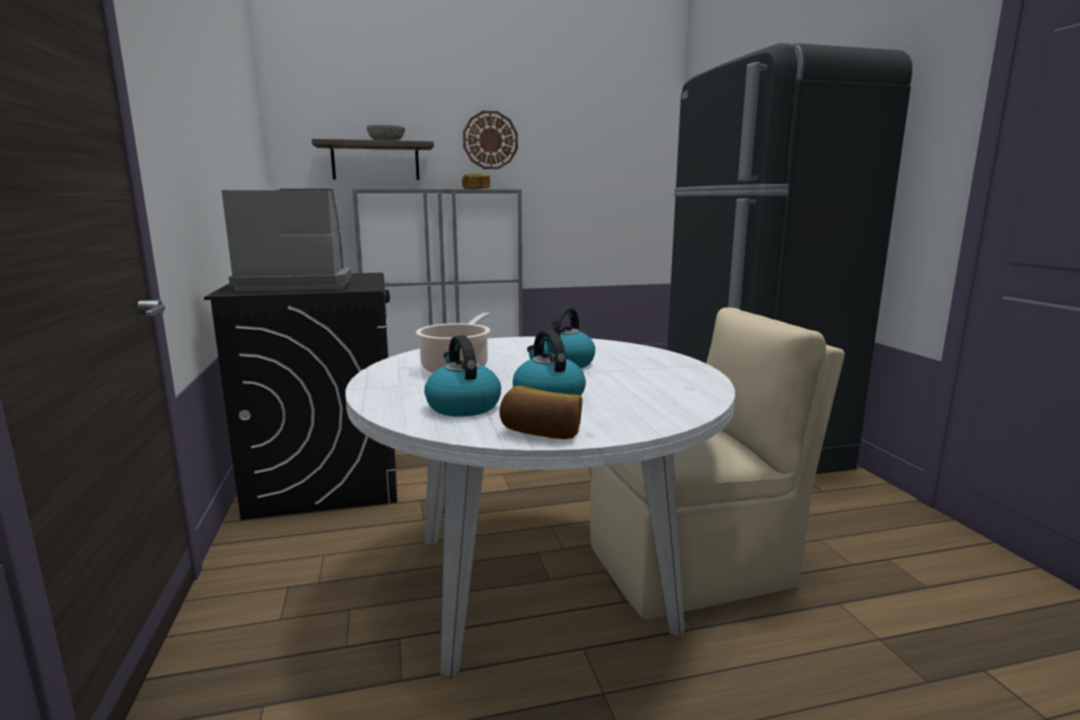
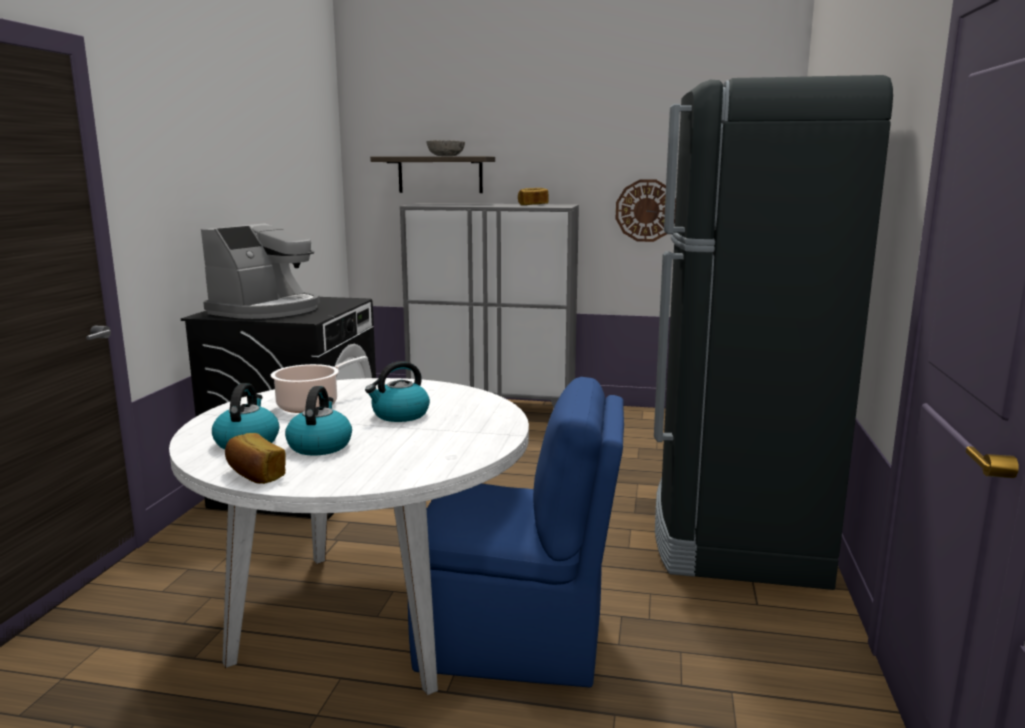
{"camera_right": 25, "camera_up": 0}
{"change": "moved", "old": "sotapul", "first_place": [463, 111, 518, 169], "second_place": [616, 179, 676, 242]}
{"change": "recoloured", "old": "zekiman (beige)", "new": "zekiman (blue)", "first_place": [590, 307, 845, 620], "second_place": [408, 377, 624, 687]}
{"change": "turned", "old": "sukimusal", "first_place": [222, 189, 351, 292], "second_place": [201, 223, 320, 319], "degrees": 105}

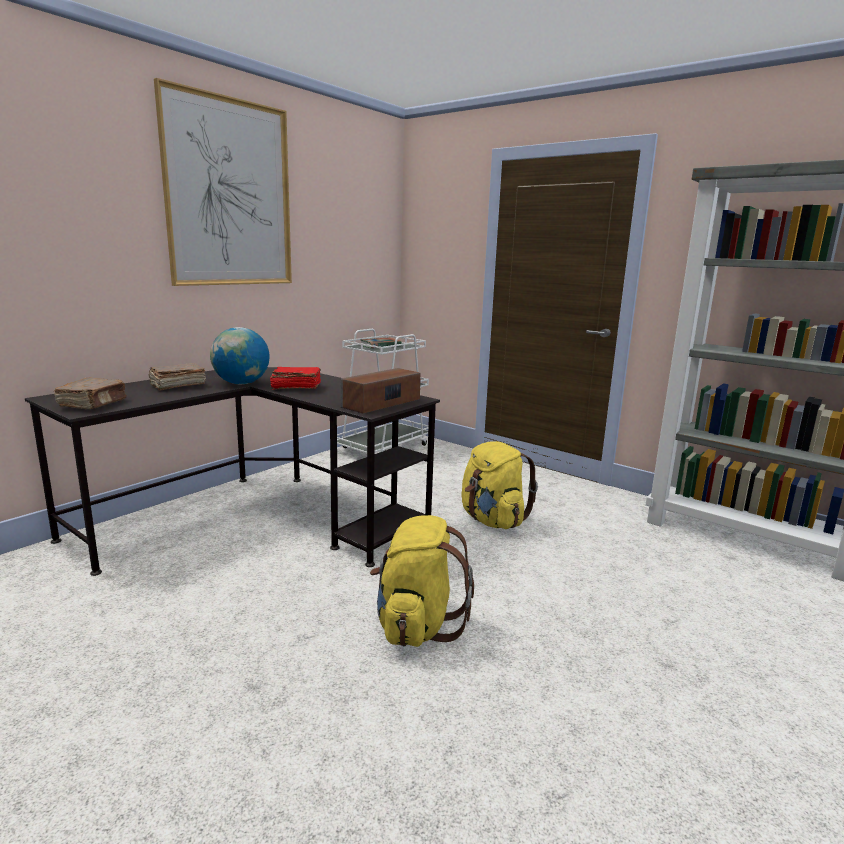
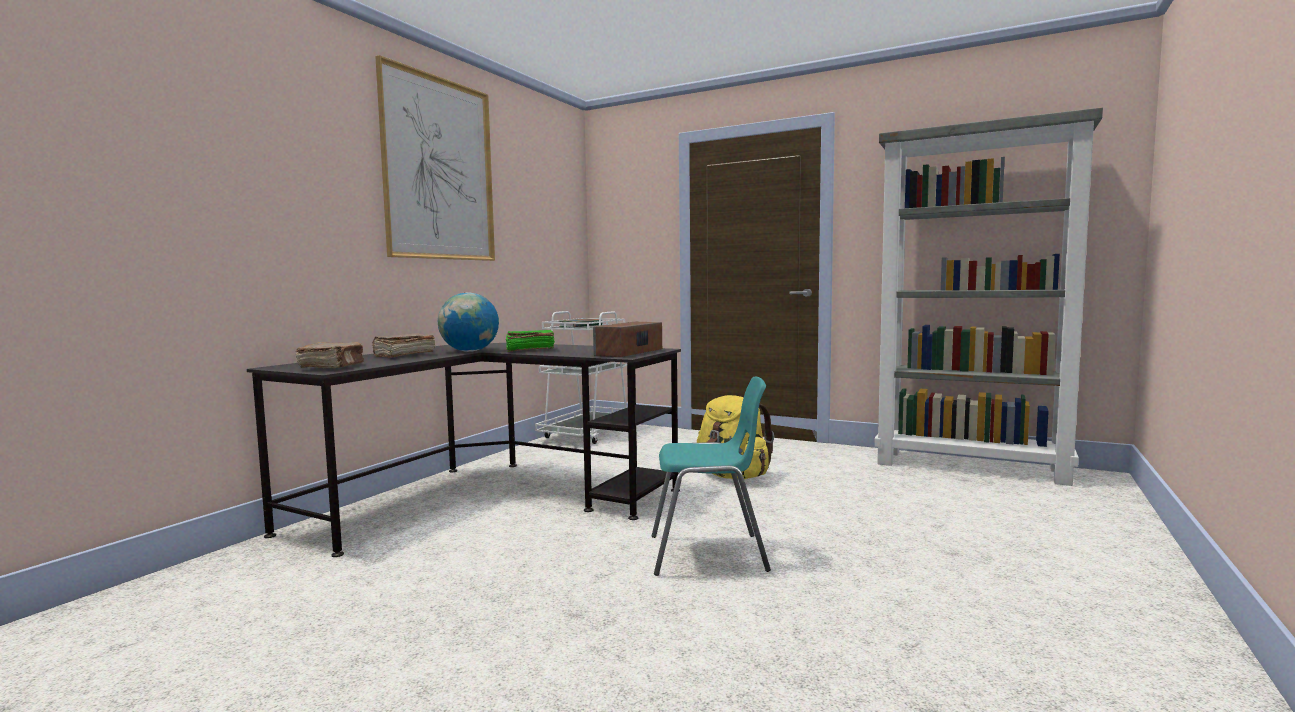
{"camera_right": -10, "camera_up": -10}
{"change": "replaced", "old": "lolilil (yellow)", "new": "zekiman (turquoise)", "first_place": [370, 515, 474, 647], "second_place": [652, 377, 771, 576]}
{"change": "recoloured", "old": "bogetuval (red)", "new": "bogetuval (green)", "first_place": [270, 367, 321, 390], "second_place": [506, 330, 555, 352]}

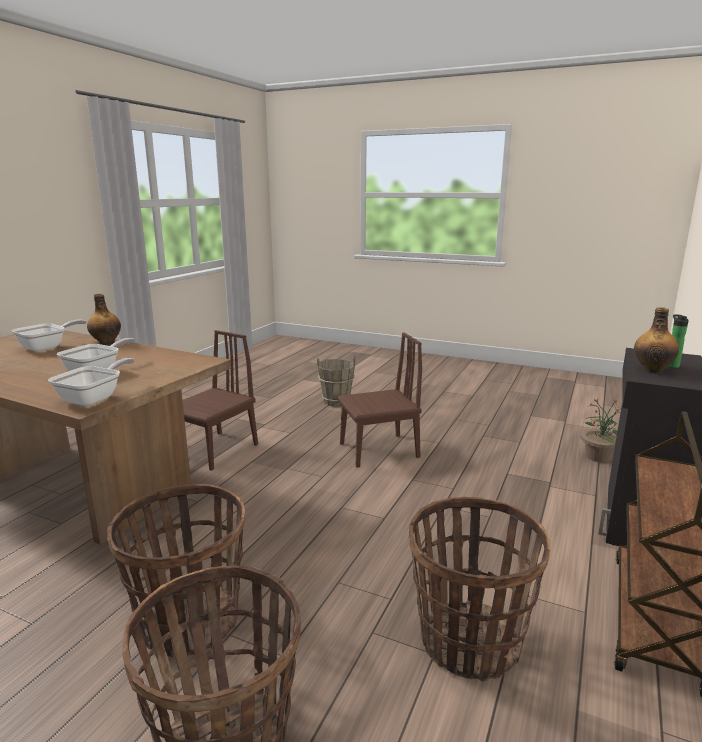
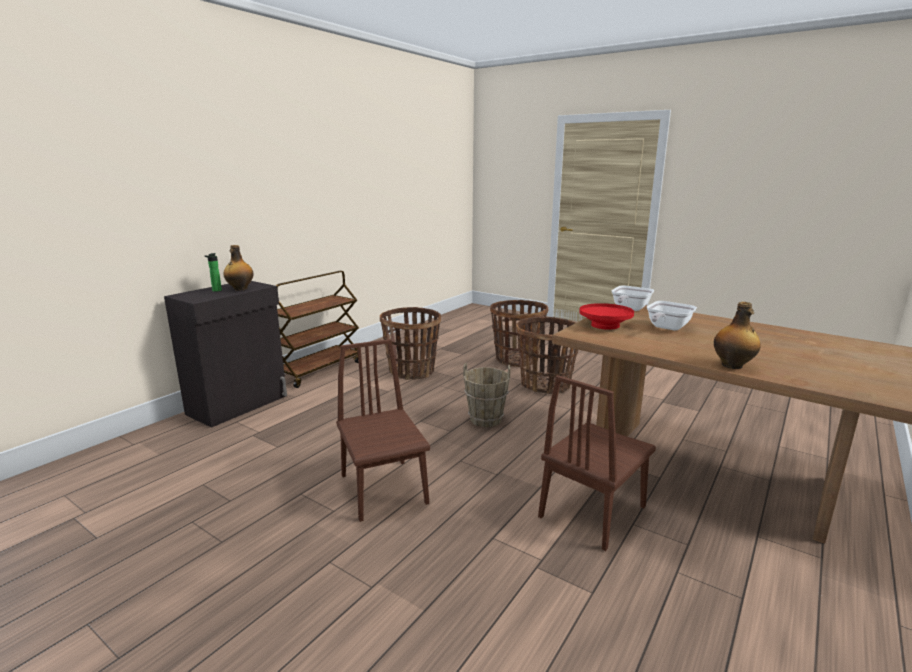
{"camera_right": -170, "camera_up": 0}
{"change": "removed", "old": "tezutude", "first_place": [11, 320, 86, 352]}
{"change": "removed", "old": "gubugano", "first_place": [580, 398, 621, 463]}
{"change": "added", "new": "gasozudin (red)", "second_place": [580, 303, 634, 330]}
{"change": "moved", "old": "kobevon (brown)", "first_place": [317, 355, 355, 407], "second_place": [463, 363, 510, 427]}
{"change": "turned", "old": "zekiman (brown)", "first_place": [338, 332, 422, 468], "second_place": [336, 339, 430, 522], "degrees": 75}

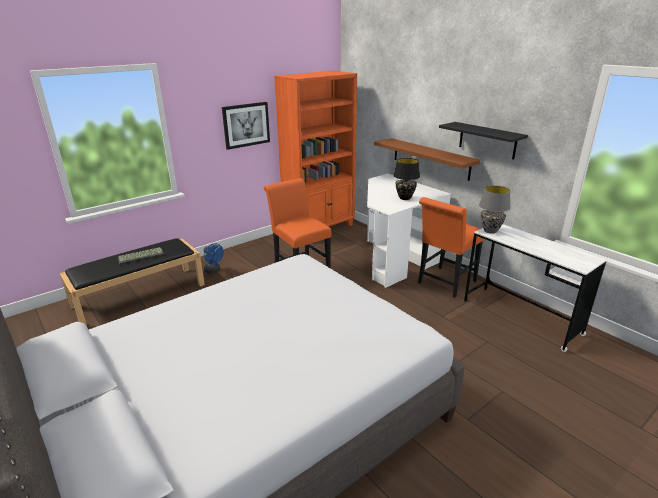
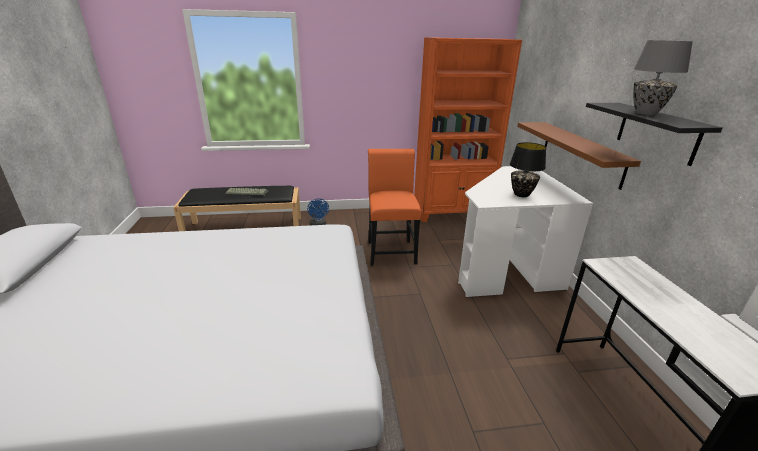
{"camera_right": 30, "camera_up": 0}
{"change": "removed", "old": "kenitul", "first_place": [222, 102, 270, 150]}
{"change": "removed", "old": "zekiman (orange)", "first_place": [418, 197, 485, 298]}
{"change": "moved", "old": "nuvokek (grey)", "first_place": [479, 185, 511, 234], "second_place": [633, 40, 693, 115]}

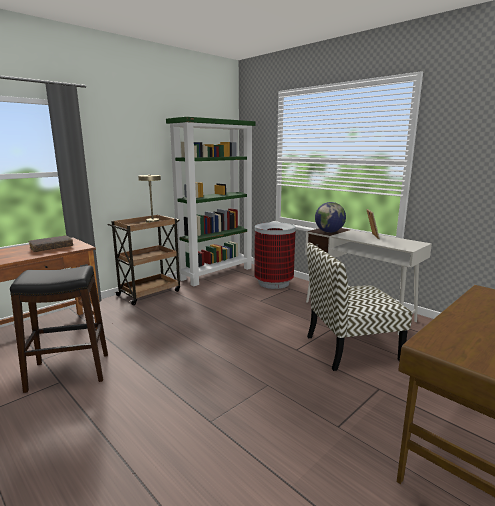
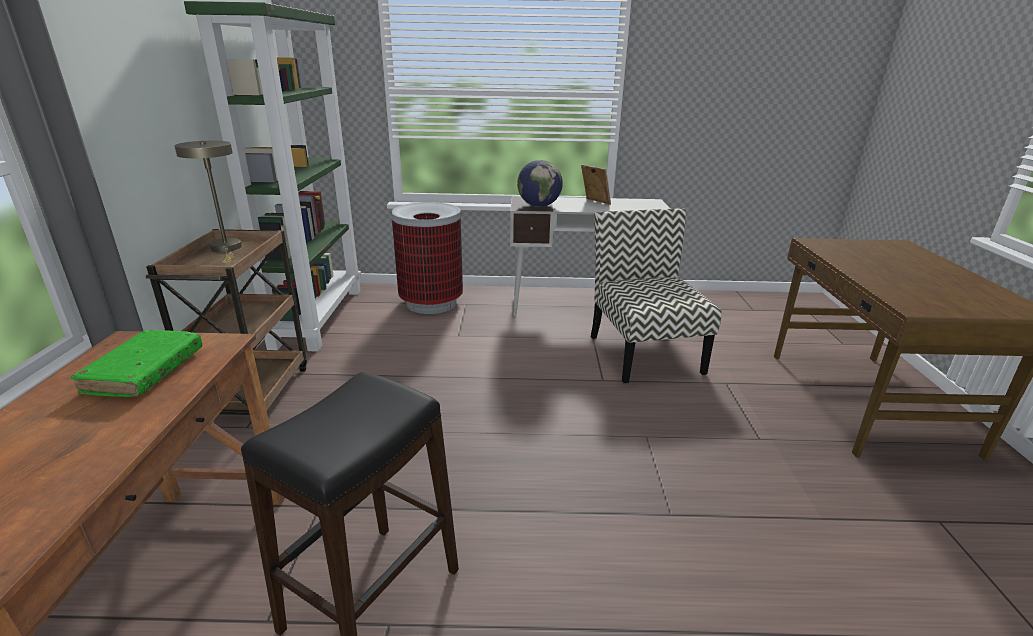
{"camera_right": -45, "camera_up": 10}
{"change": "recoloured", "old": "bogetuval (brown)", "new": "bogetuval (green)", "first_place": [28, 235, 73, 252], "second_place": [71, 330, 202, 397]}
{"change": "turned", "old": "zekiman", "first_place": [306, 242, 412, 371], "second_place": [591, 208, 722, 383], "degrees": 135}

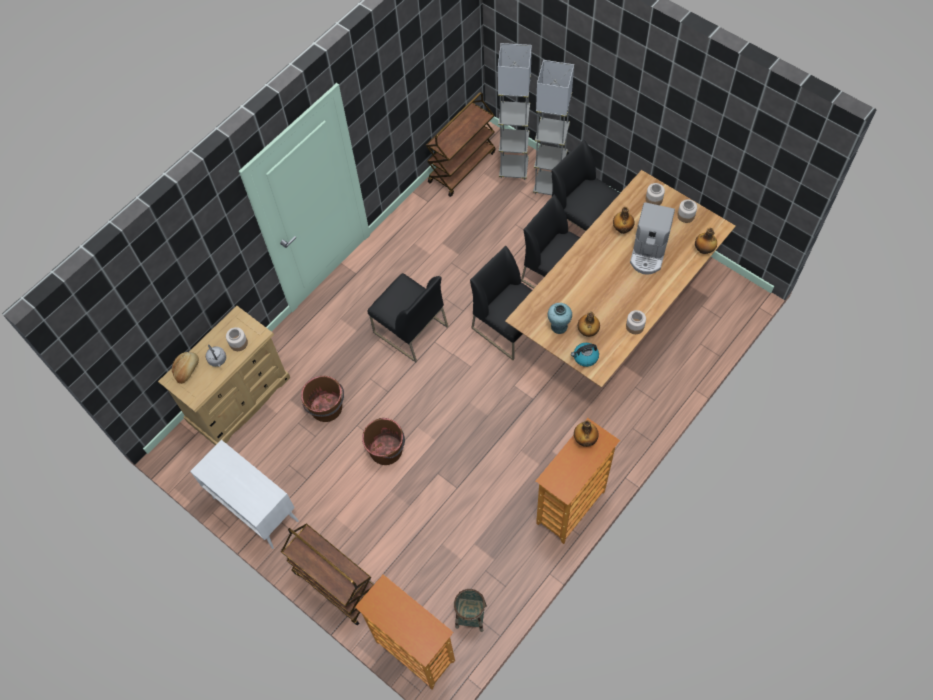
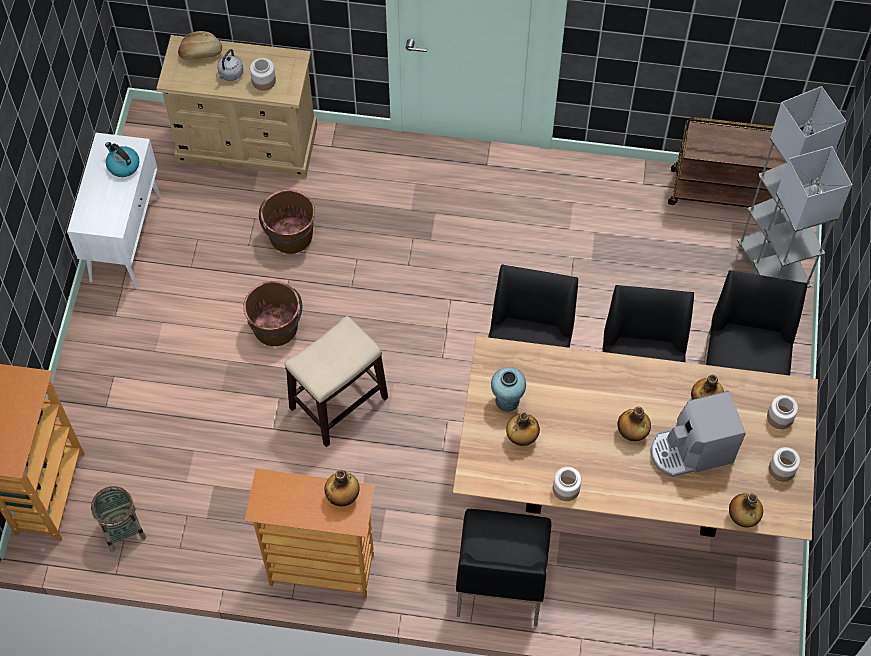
{"camera_right": 55, "camera_up": 0}
{"change": "removed", "old": "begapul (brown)", "first_place": [281, 524, 374, 626]}
{"change": "added", "new": "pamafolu", "second_place": [285, 316, 388, 447]}
{"change": "added", "new": "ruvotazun", "second_place": [618, 407, 651, 441]}
{"change": "moved", "old": "zekiman (black)", "first_place": [368, 273, 448, 362], "second_place": [456, 509, 551, 626]}
{"change": "moved", "old": "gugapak", "first_place": [571, 343, 599, 367], "second_place": [105, 142, 139, 177]}

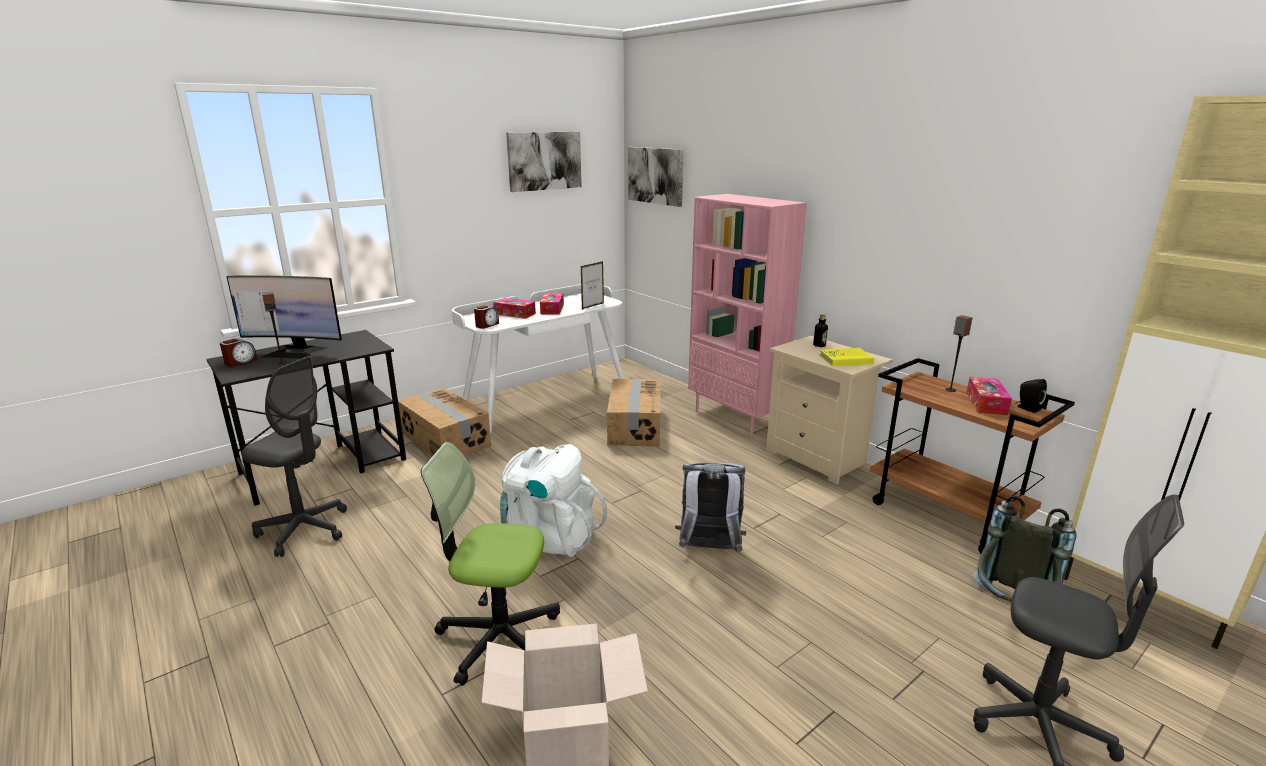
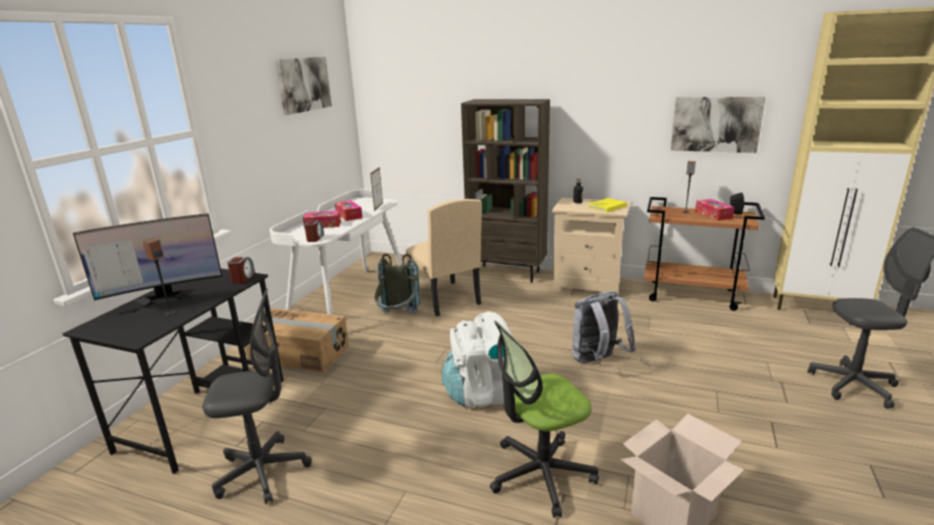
{"camera_right": -30, "camera_up": 0}
{"change": "moved", "old": "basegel", "first_place": [220, 339, 257, 367], "second_place": [227, 257, 255, 284]}
{"change": "moved", "old": "kenitul", "first_place": [628, 147, 684, 207], "second_place": [671, 97, 766, 153]}
{"change": "moved", "old": "lolilil (grey)", "first_place": [973, 496, 1077, 602], "second_place": [375, 254, 420, 313]}
{"change": "replaced", "old": "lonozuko", "new": "zekiman (beige)", "first_place": [607, 379, 660, 447], "second_place": [405, 199, 482, 316]}
{"change": "recoloured", "old": "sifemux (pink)", "new": "sifemux (brown)", "first_place": [688, 194, 807, 437], "second_place": [461, 99, 550, 283]}

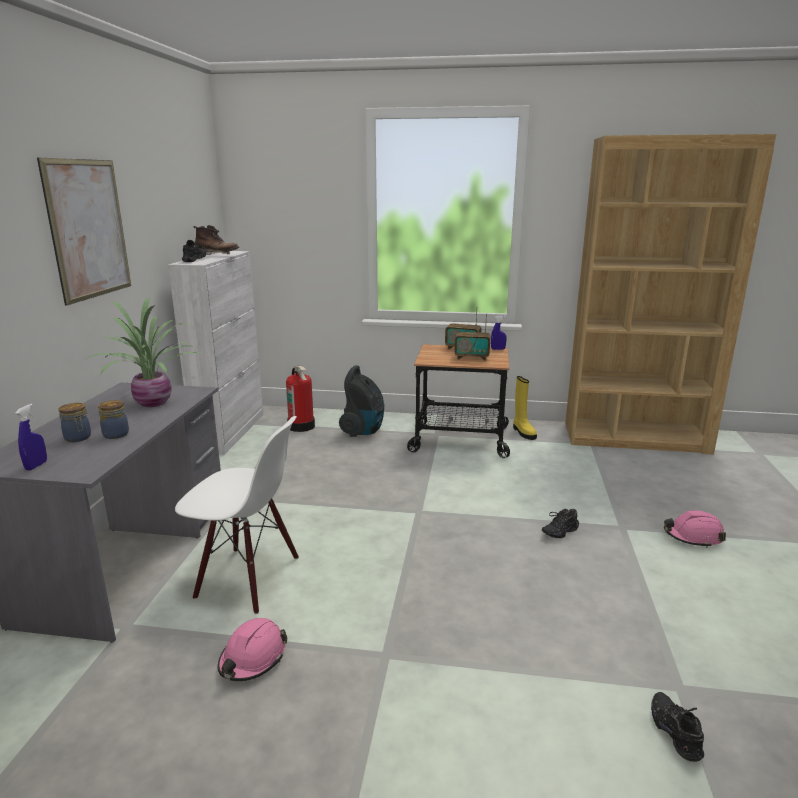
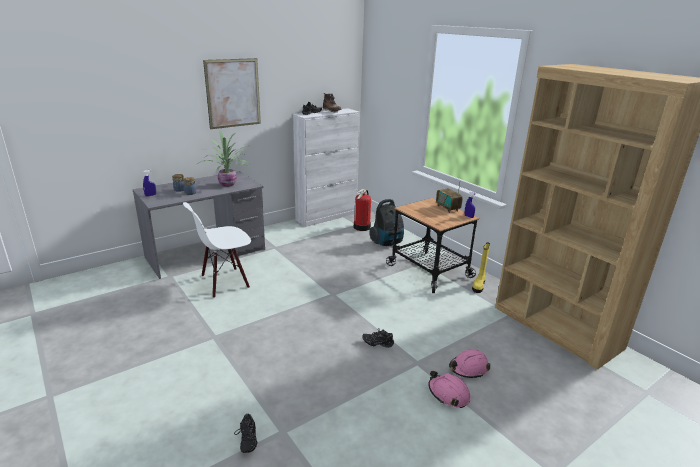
{"camera_right": 45, "camera_up": 5}
{"change": "removed", "old": "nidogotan", "first_place": [454, 314, 490, 361]}
{"change": "moved", "old": "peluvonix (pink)", "first_place": [218, 618, 287, 681], "second_place": [449, 349, 490, 378]}
{"change": "turned", "old": "zekiman (white)", "first_place": [175, 416, 299, 614], "second_place": [183, 202, 251, 298], "degrees": 90}
{"change": "turned", "old": "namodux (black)", "first_place": [651, 692, 704, 762], "second_place": [234, 414, 257, 453], "degrees": 135}

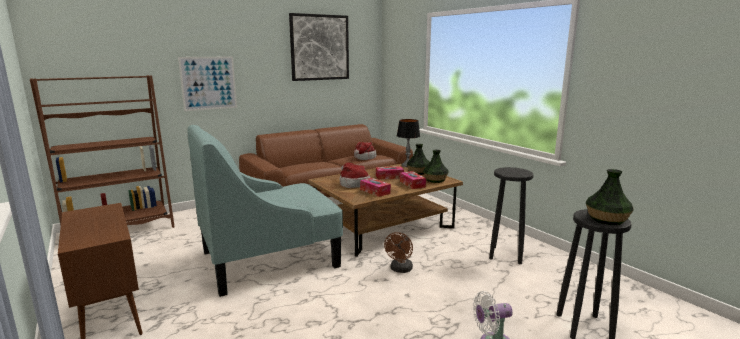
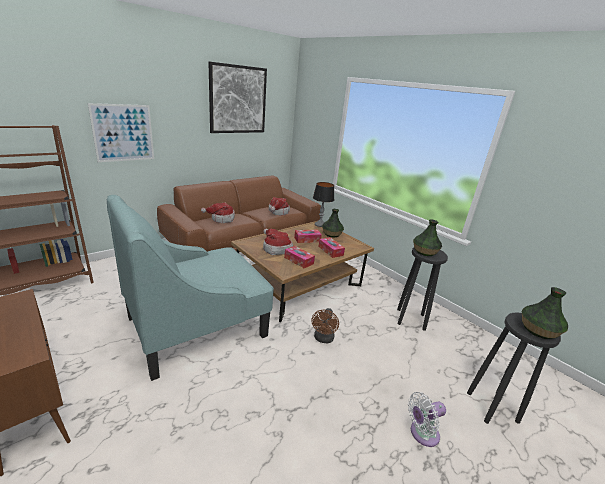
{"camera_right": -10, "camera_up": 10}
{"change": "added", "new": "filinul", "second_place": [201, 202, 235, 223]}
{"change": "moved", "old": "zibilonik", "first_place": [423, 150, 449, 183], "second_place": [413, 220, 442, 256]}

